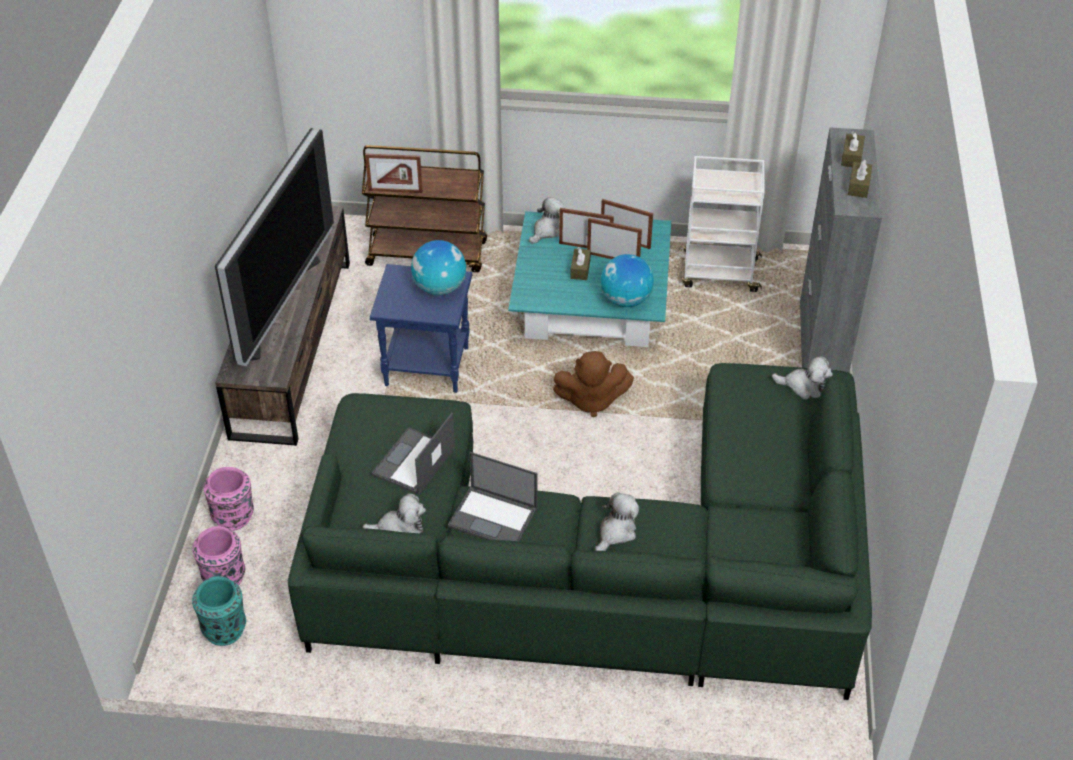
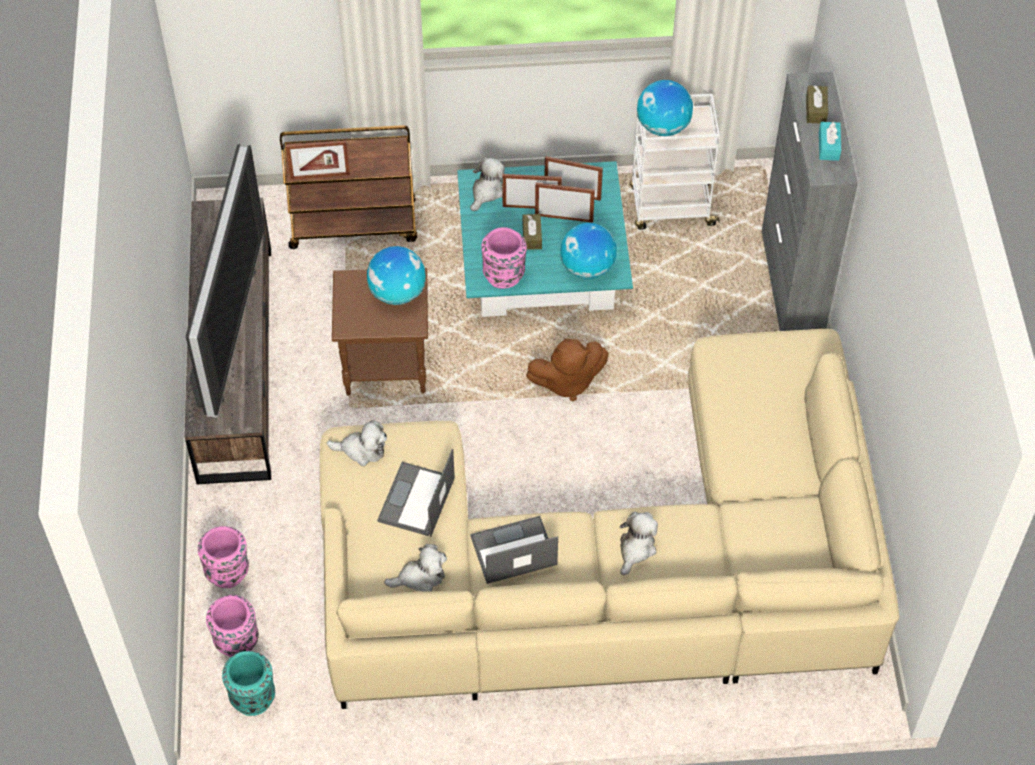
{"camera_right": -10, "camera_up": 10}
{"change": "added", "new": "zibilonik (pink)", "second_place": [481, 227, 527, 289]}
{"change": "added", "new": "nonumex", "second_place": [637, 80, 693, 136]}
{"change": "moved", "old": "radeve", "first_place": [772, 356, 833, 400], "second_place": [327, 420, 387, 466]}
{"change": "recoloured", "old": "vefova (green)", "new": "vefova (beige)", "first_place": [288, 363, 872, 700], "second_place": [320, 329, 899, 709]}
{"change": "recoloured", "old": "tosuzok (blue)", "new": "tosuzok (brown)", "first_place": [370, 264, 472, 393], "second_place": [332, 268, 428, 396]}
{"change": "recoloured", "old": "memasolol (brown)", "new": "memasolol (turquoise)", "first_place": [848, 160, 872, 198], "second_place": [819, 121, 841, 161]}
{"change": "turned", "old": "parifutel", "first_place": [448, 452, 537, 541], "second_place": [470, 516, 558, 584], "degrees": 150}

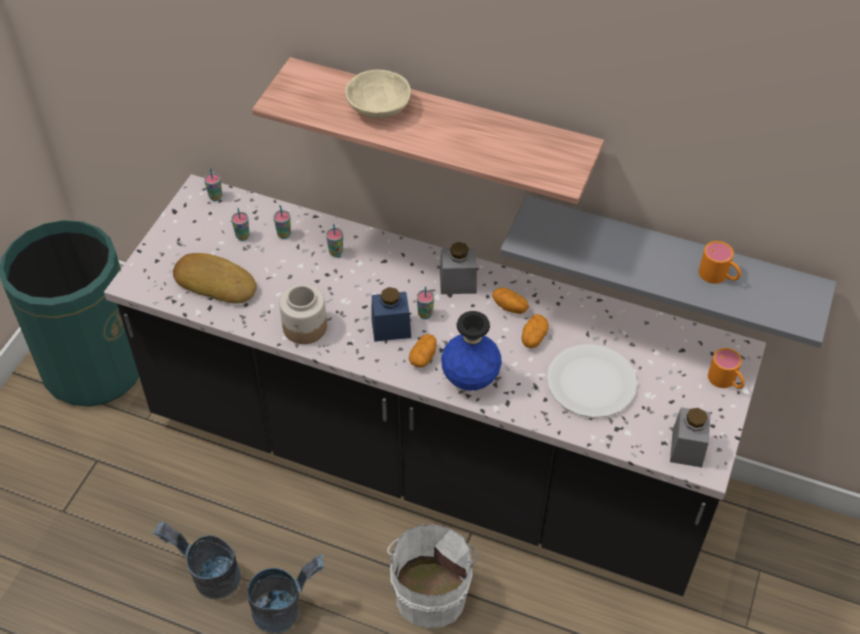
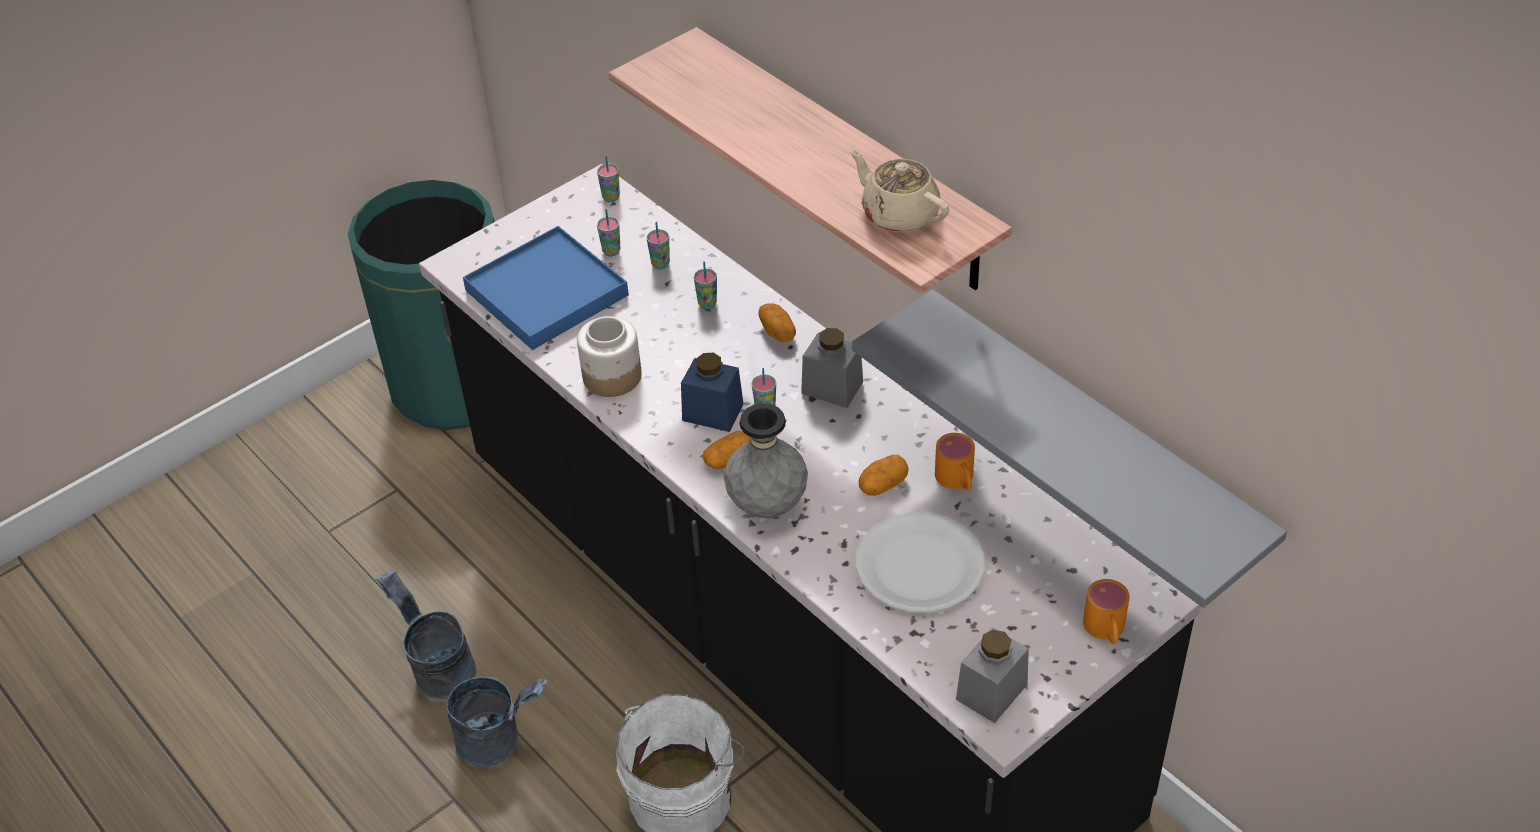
{"camera_right": 30, "camera_up": -5}
{"change": "removed", "old": "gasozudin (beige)", "first_place": [345, 70, 411, 119]}
{"change": "added", "new": "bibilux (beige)", "second_place": [850, 149, 949, 232]}
{"change": "moved", "old": "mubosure", "first_place": [492, 287, 529, 314], "second_place": [758, 303, 796, 342]}
{"change": "moved", "old": "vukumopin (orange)", "first_place": [699, 241, 741, 284], "second_place": [935, 433, 975, 490]}
{"change": "replaced", "old": "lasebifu", "new": "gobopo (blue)", "first_place": [173, 253, 257, 304], "second_place": [463, 226, 629, 350]}
{"change": "recoloured", "old": "zibilonik (blue)", "new": "zibilonik (grey)", "first_place": [441, 311, 502, 391], "second_place": [724, 403, 808, 518]}

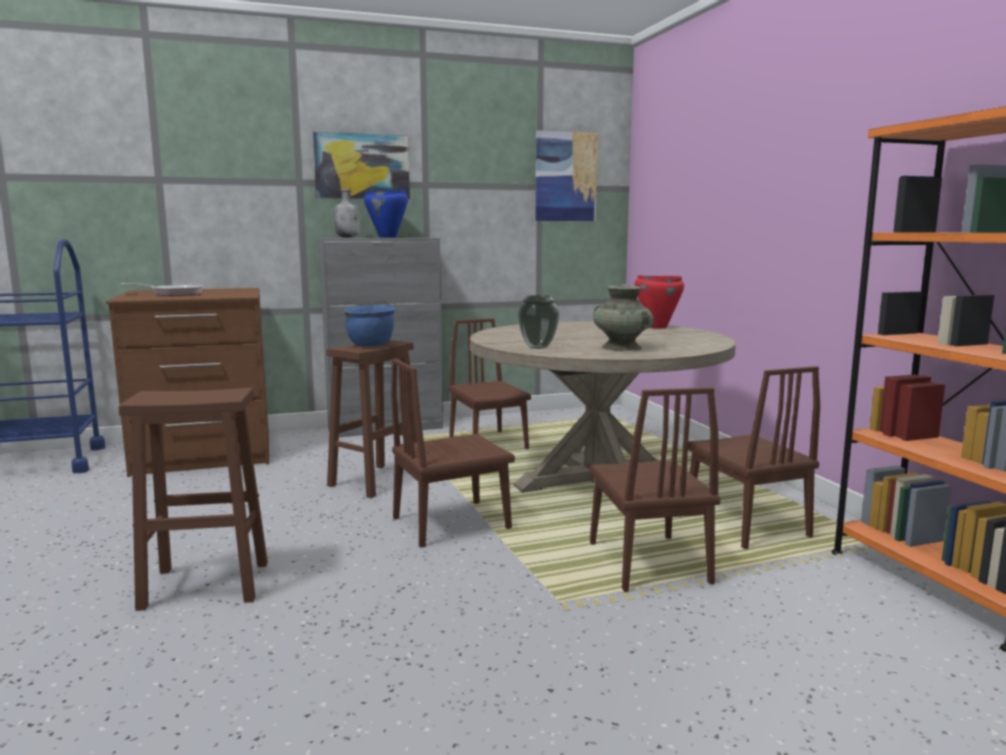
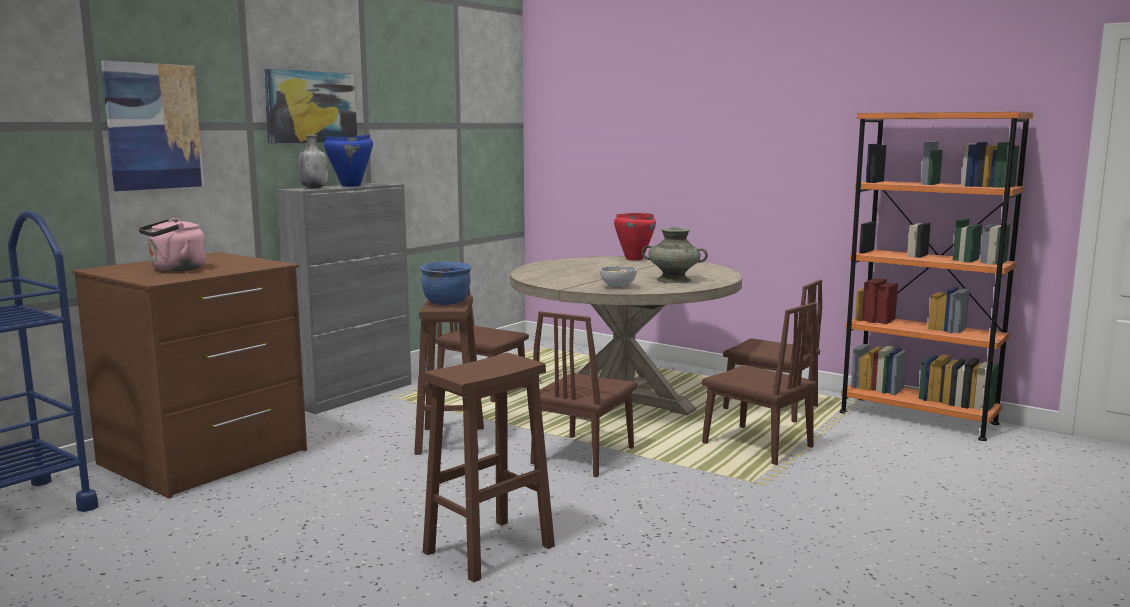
{"camera_right": -35, "camera_up": 0}
{"change": "moved", "old": "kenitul", "first_place": [535, 130, 598, 221], "second_place": [101, 61, 204, 191]}
{"change": "replaced", "old": "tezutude", "new": "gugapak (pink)", "first_place": [121, 283, 203, 296], "second_place": [138, 218, 206, 271]}
{"change": "replaced", "old": "zibilonik", "new": "gasozudin", "first_place": [518, 295, 559, 349], "second_place": [599, 266, 637, 289]}

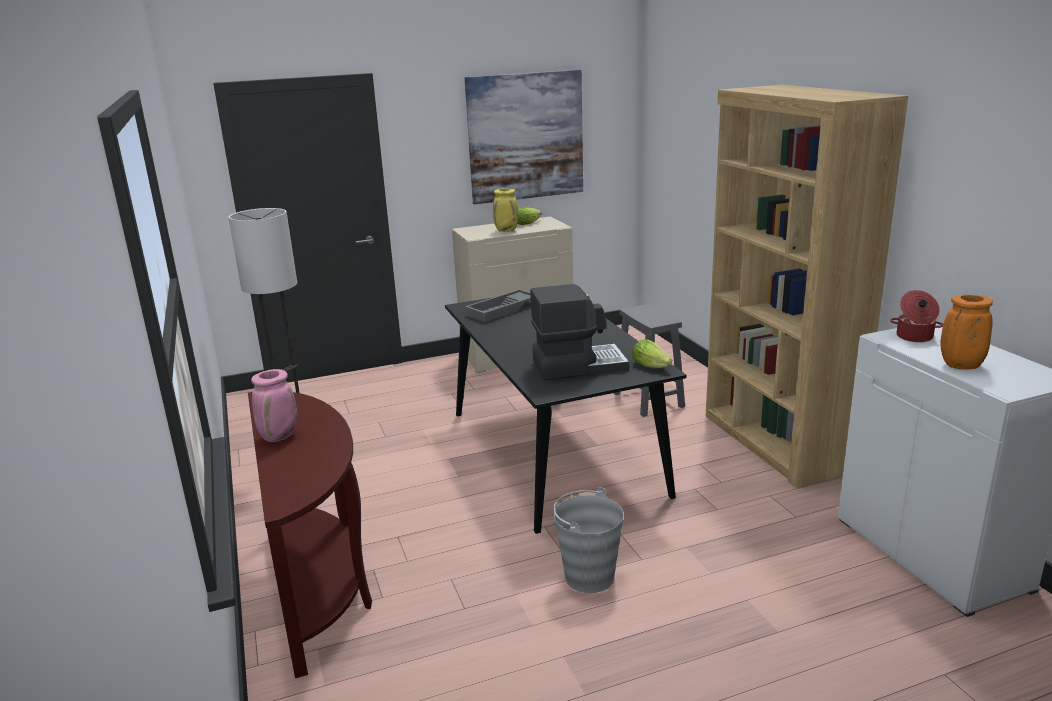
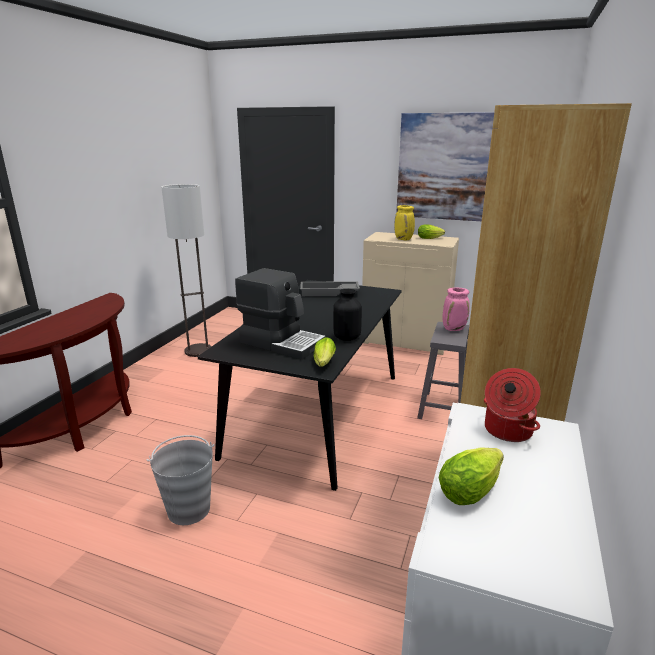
{"camera_right": 40, "camera_up": 0}
{"change": "added", "new": "zibilonik (black)", "second_place": [333, 289, 362, 341]}
{"change": "moved", "old": "zibilonik (pink)", "first_place": [251, 369, 297, 442], "second_place": [442, 288, 470, 331]}
{"change": "replaced", "old": "zibilonik (orange)", "new": "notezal", "first_place": [940, 295, 993, 370], "second_place": [439, 447, 504, 505]}

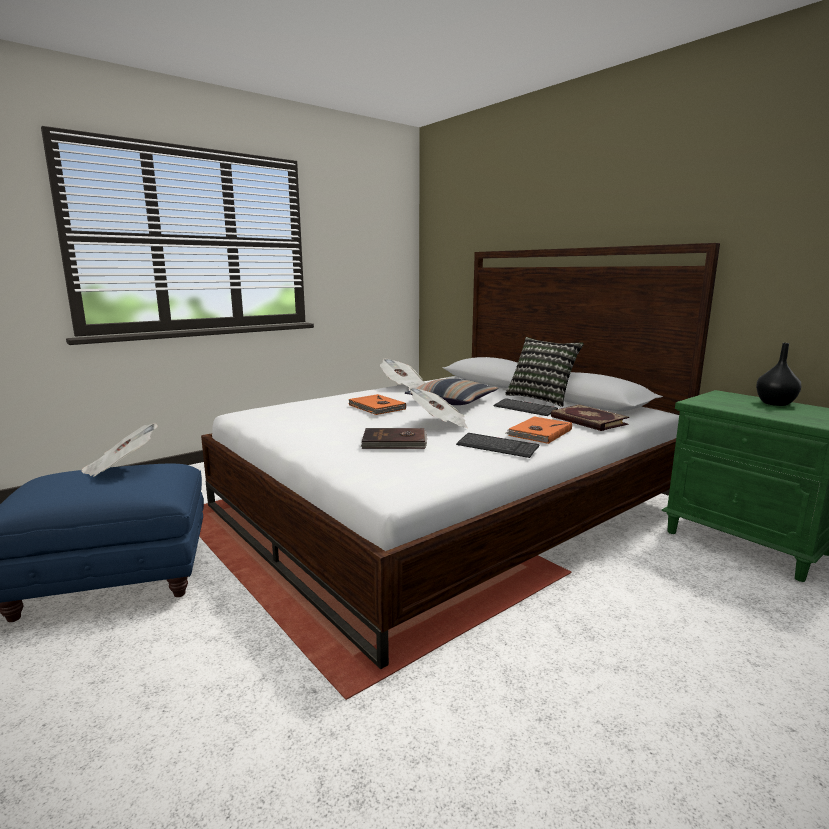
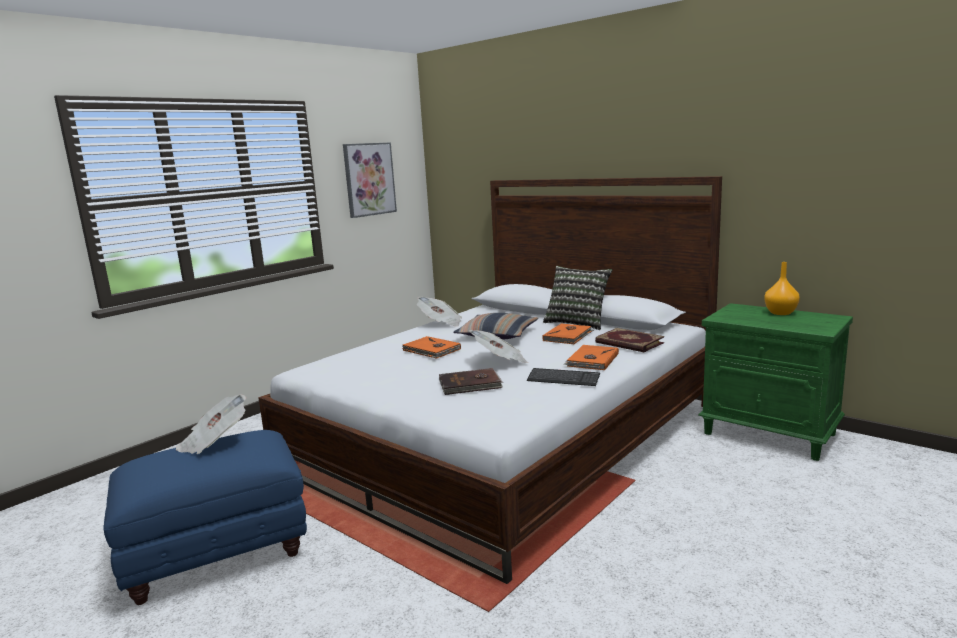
{"camera_right": -10, "camera_up": 0}
{"change": "added", "new": "kenitul", "second_place": [343, 142, 397, 218]}
{"change": "replaced", "old": "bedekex", "new": "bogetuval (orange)", "first_place": [494, 398, 558, 416], "second_place": [542, 323, 594, 344]}
{"change": "recoloured", "old": "zibilonik (black)", "new": "zibilonik (orange)", "first_place": [756, 343, 801, 406], "second_place": [764, 262, 800, 315]}

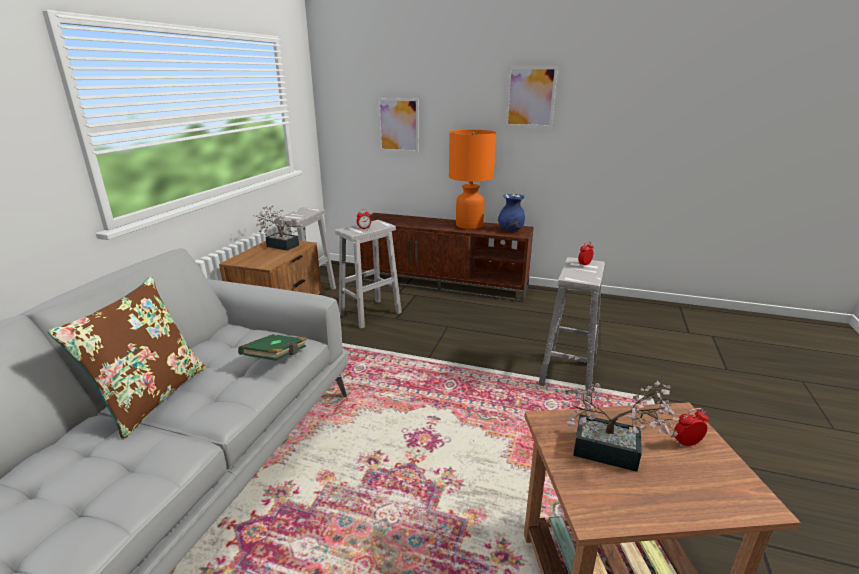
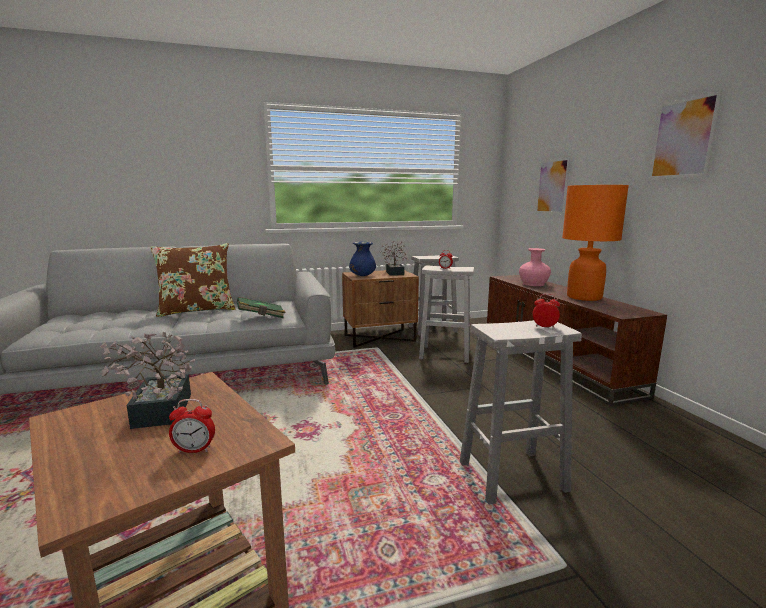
{"camera_right": 55, "camera_up": -10}
{"change": "added", "new": "zibilonik (pink)", "second_place": [519, 248, 551, 286]}
{"change": "moved", "old": "zibilonik (blue)", "first_place": [498, 194, 525, 231], "second_place": [349, 241, 376, 276]}
{"change": "turned", "old": "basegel", "first_place": [674, 408, 709, 447], "second_place": [169, 399, 215, 453], "degrees": 135}

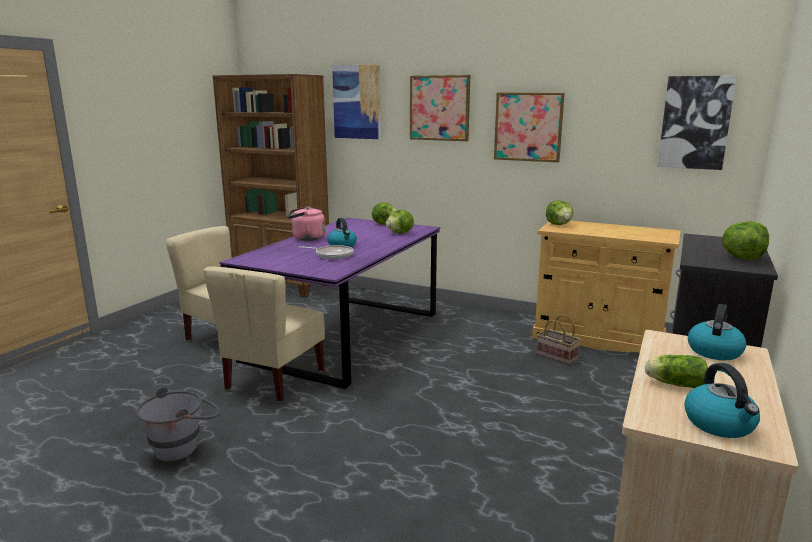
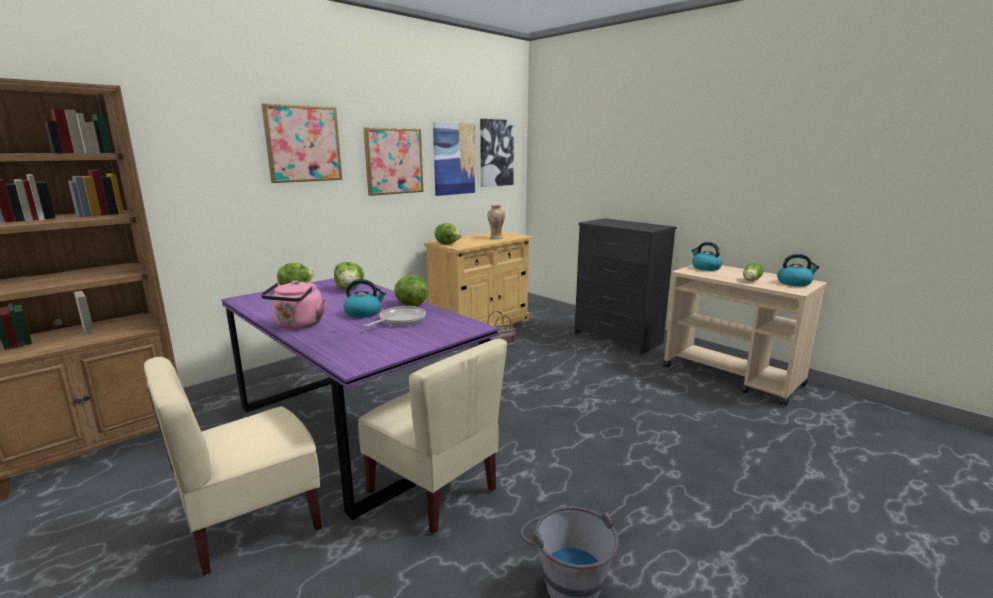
{"camera_right": -70, "camera_up": 0}
{"change": "added", "new": "zibilonik", "second_place": [488, 205, 505, 239]}
{"change": "moved", "old": "kenitul", "first_place": [332, 64, 381, 139], "second_place": [433, 122, 476, 196]}
{"change": "moved", "old": "notezal", "first_place": [722, 221, 769, 260], "second_place": [394, 275, 428, 306]}

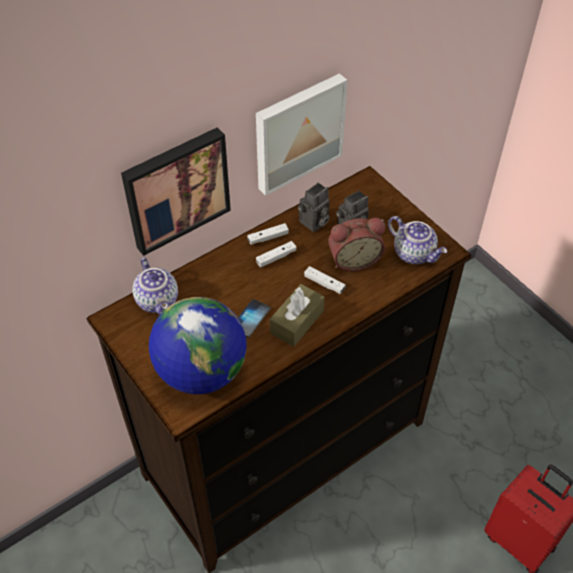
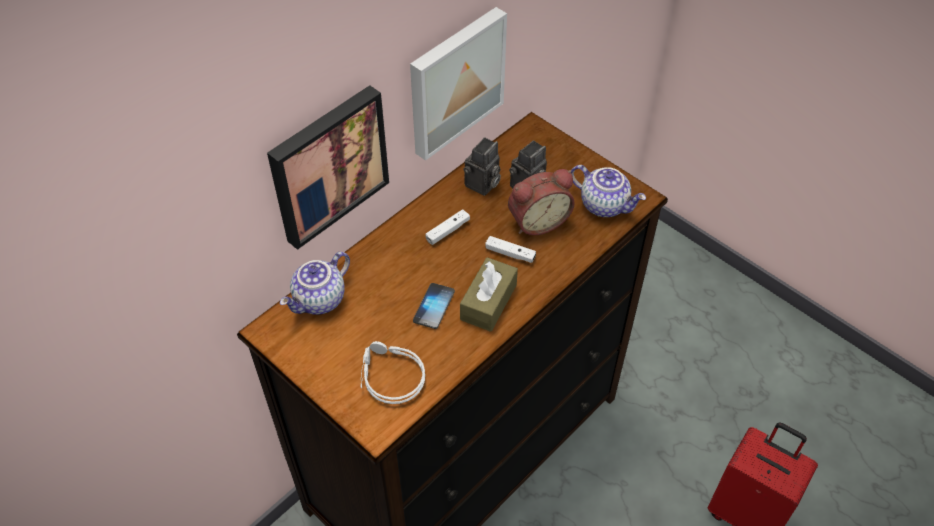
{"camera_right": -10, "camera_up": 0}
{"change": "removed", "old": "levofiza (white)", "first_place": [247, 223, 289, 245]}
{"change": "replaced", "old": "nonumex", "new": "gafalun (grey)", "first_place": [149, 297, 246, 394], "second_place": [361, 341, 425, 404]}
{"change": "turned", "old": "bibilux", "first_place": [132, 257, 178, 315], "second_place": [280, 252, 350, 315], "degrees": 75}

